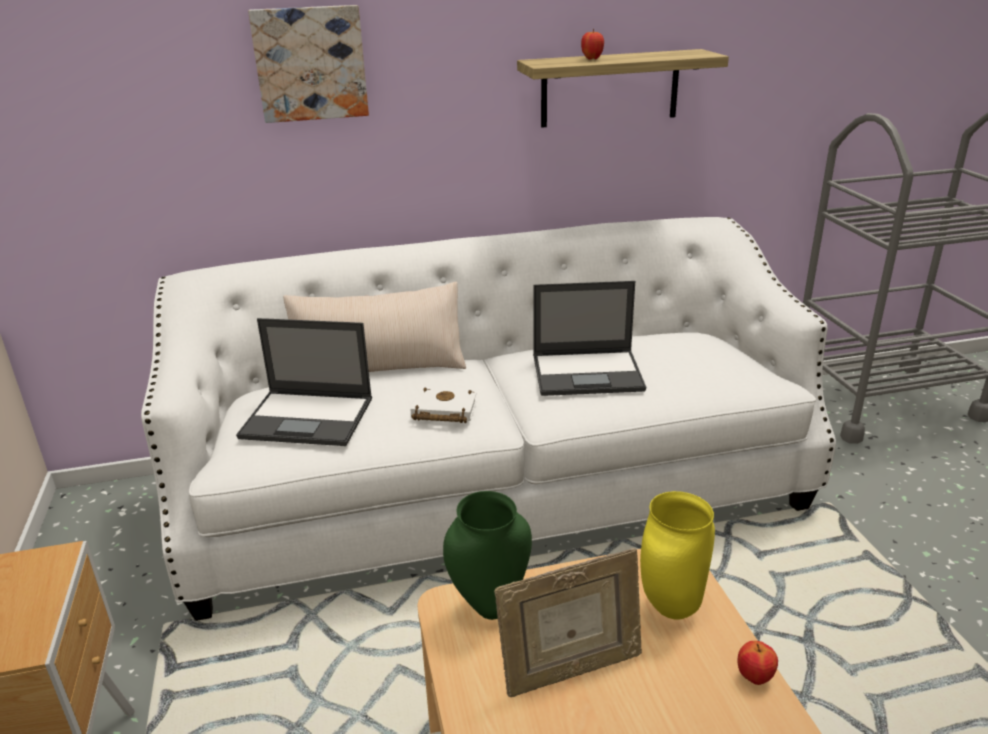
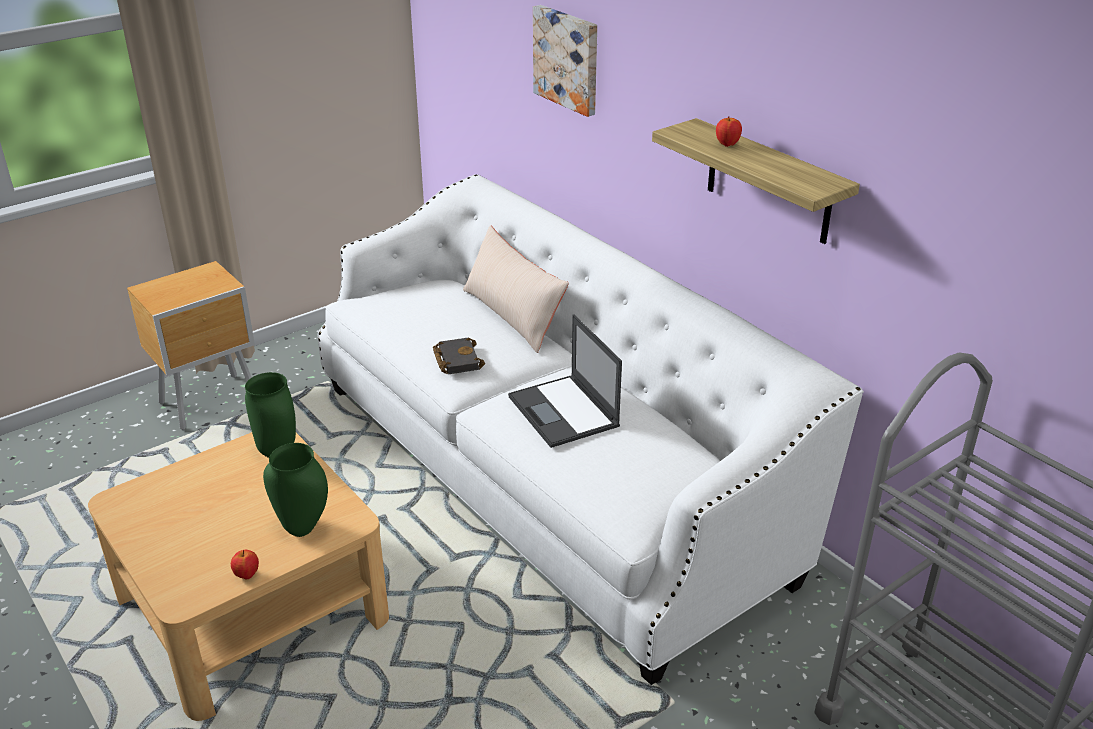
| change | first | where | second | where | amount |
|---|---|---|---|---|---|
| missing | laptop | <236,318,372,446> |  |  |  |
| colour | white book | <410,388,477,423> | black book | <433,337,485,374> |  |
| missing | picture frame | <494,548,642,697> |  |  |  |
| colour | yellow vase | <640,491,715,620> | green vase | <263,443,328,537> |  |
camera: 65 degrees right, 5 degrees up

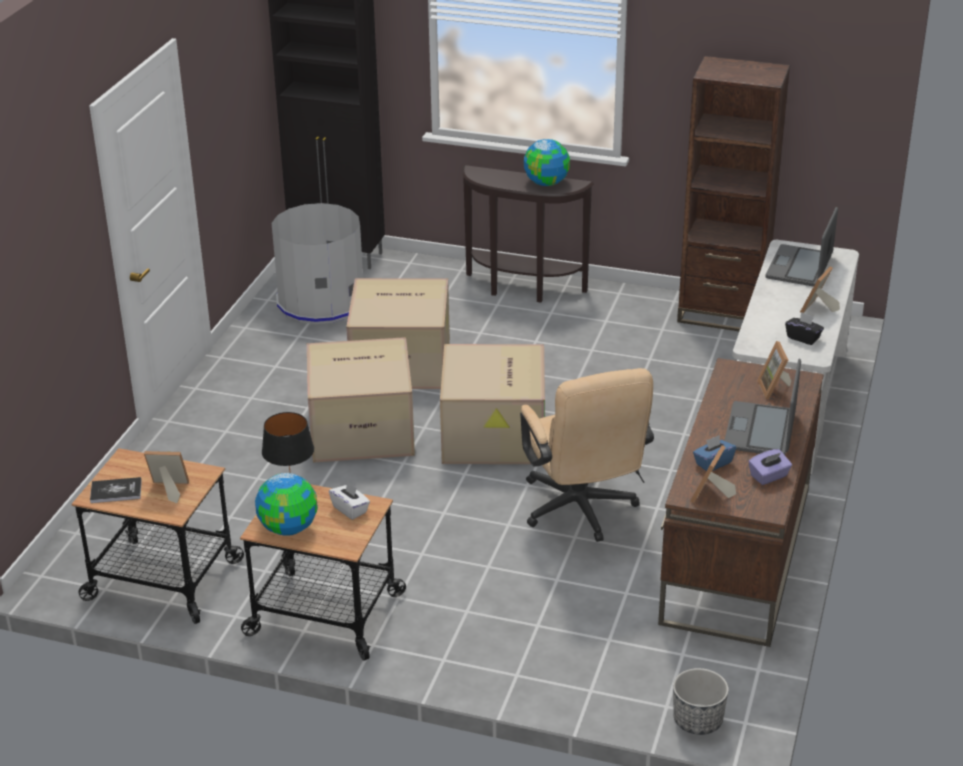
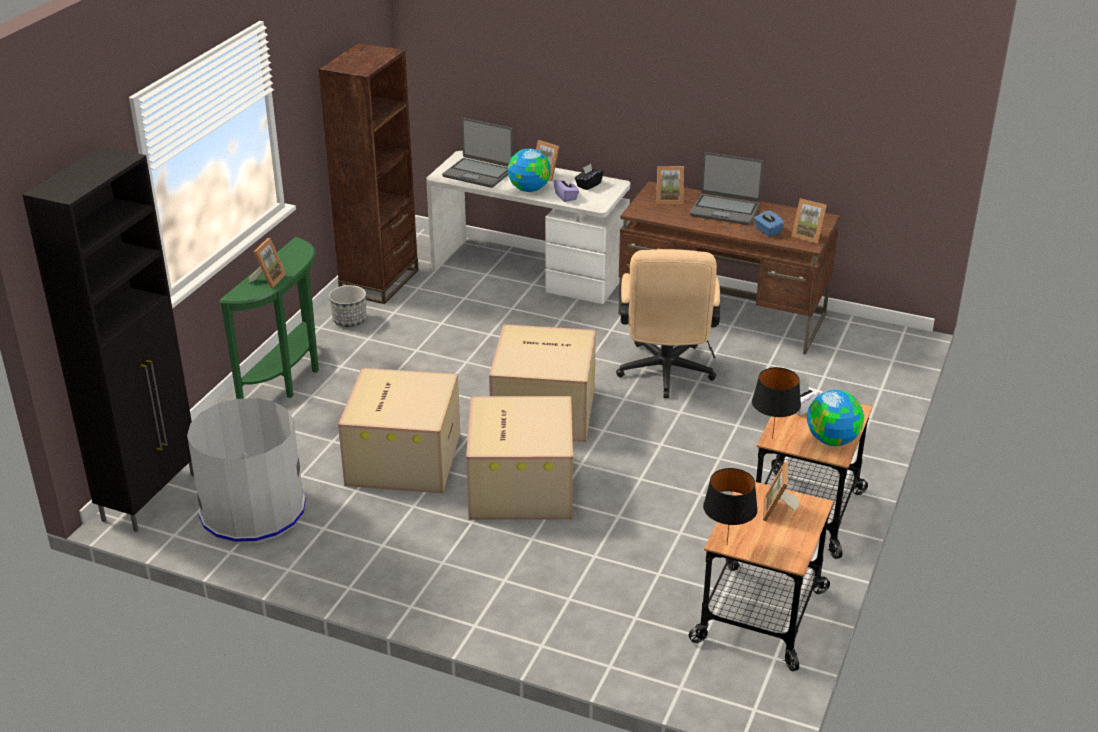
| change | first | where | second | where | amount |
|---|---|---|---|---|---|
| missing | book | <90,477,142,503> |  |  |  |
| colour | brown console table | <462,165,594,302> | green console table | <219,237,319,399> |  |
| spun | beige office chair | <520,368,654,542> |  | <616,249,720,398> | 105 degrees clockwise |
| relocated | globe | <524,139,570,186> |  | <508,149,550,192> |  |
| relocated | planter | <673,668,729,735> |  | <329,285,366,327> |  |
| relocated | purple tissue box | <748,449,792,485> |  | <553,176,579,202> |  |
| appeared |  |  | picture frame | <248,238,286,288> |  |
| appeared |  |  | black table lamp | <703,468,758,544> |  |
camera: 85 degrees left, 0 degrees up

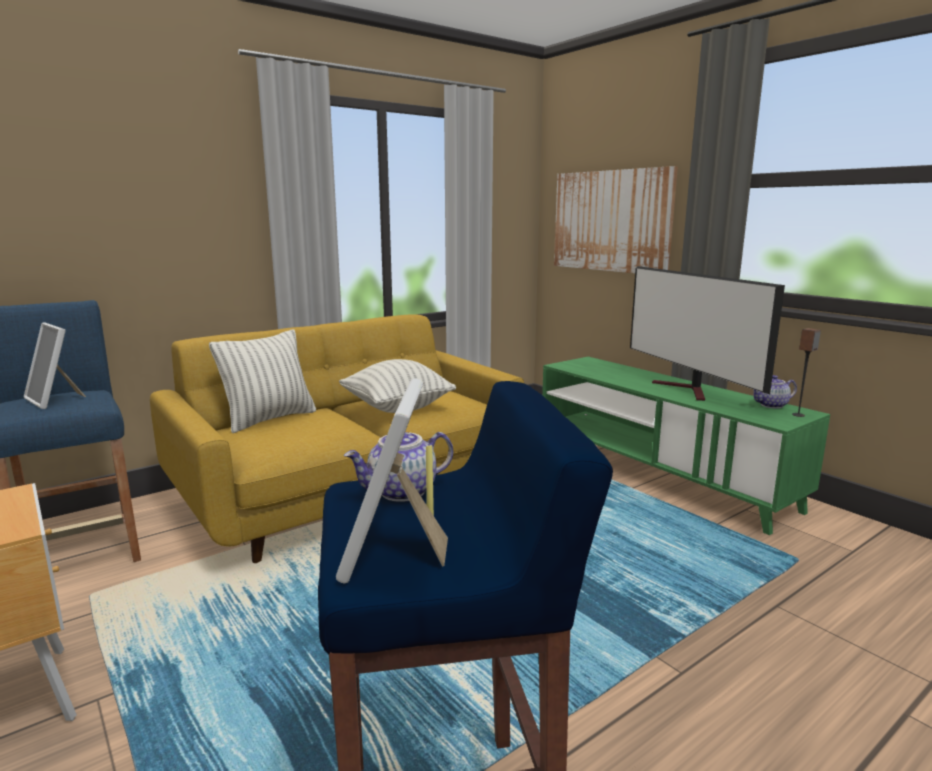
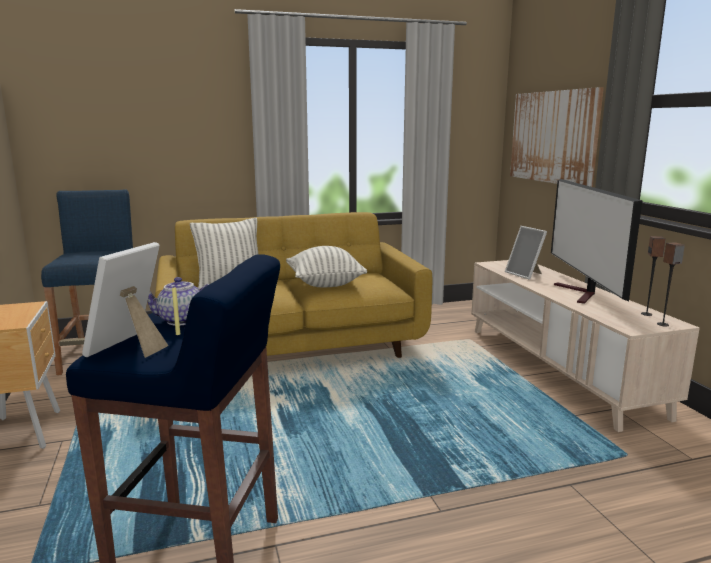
| change | first | where | second | where | amount |
|---|---|---|---|---|---|
| relocated | picture frame | <24,322,86,409> |  | <505,226,547,280> |  |
| colour | green tv stand | <542,357,830,535> | beige tv stand | <471,260,700,432> |  |
| exchanged | teapot | <753,375,797,409> | speaker | <641,236,666,316> |  |
camera: 20 degrees right, 0 degrees up

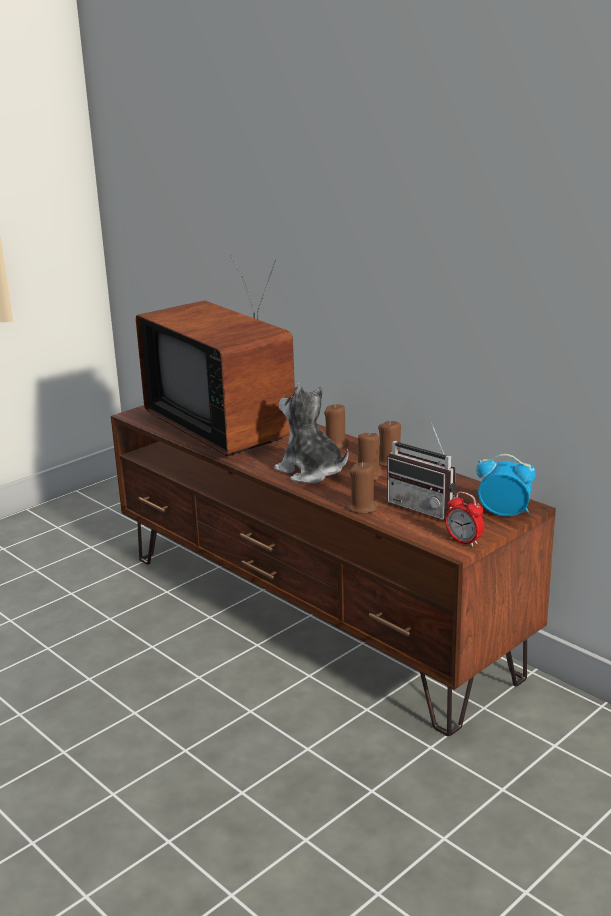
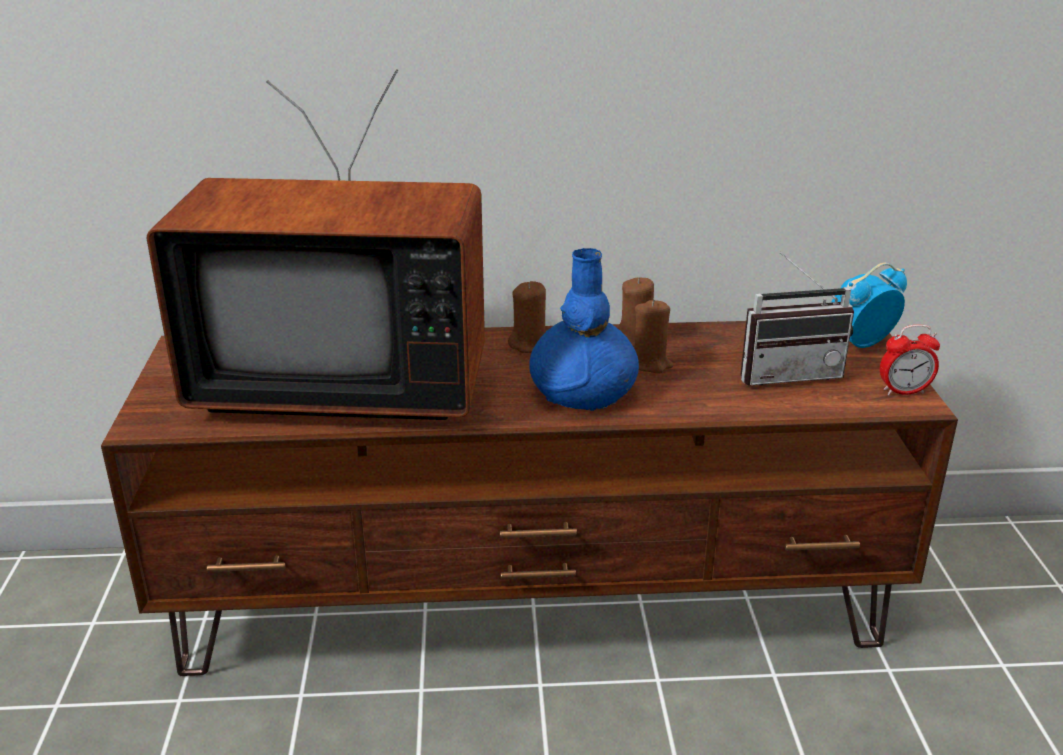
| change | first | where | second | where | amount |
|---|---|---|---|---|---|
| exchanged | plush toy | <274,383,349,484> | blue vase | <529,248,639,411> |  |
| missing | brown candle | <348,462,379,514> |  |  |  |
camera: 50 degrees left, 5 degrees up

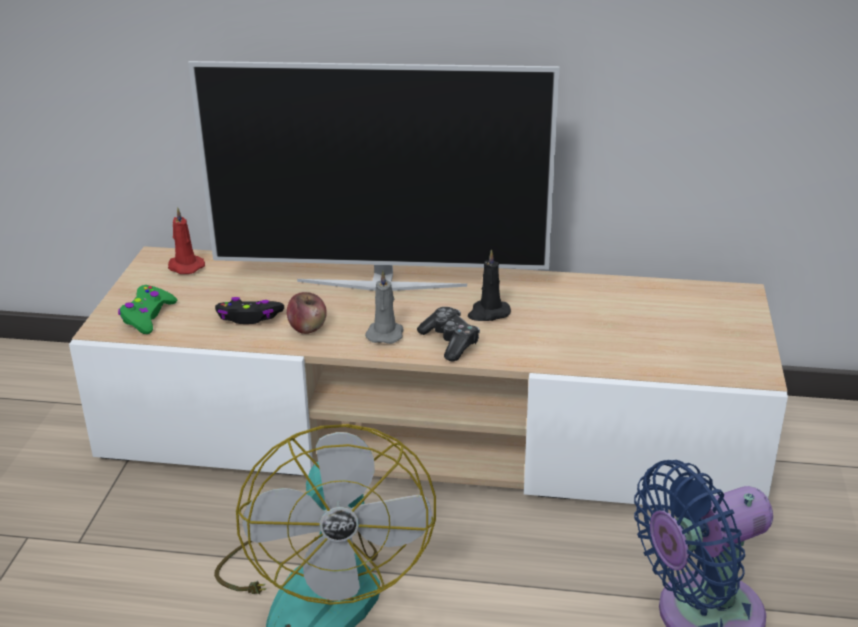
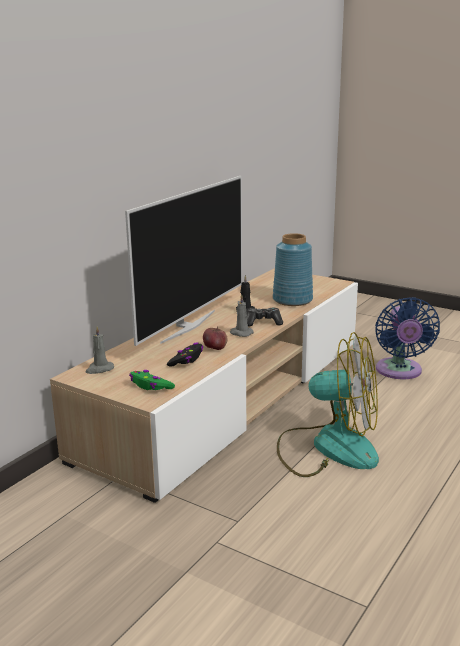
| change | first | where | second | where | amount |
|---|---|---|---|---|---|
| colour | red candle | <168,207,205,274> | grey candle | <86,327,114,374> |  |
| appeared |  |  | blue vase | <273,233,313,306> |  |
camera: 65 degrees left, 10 degrees down

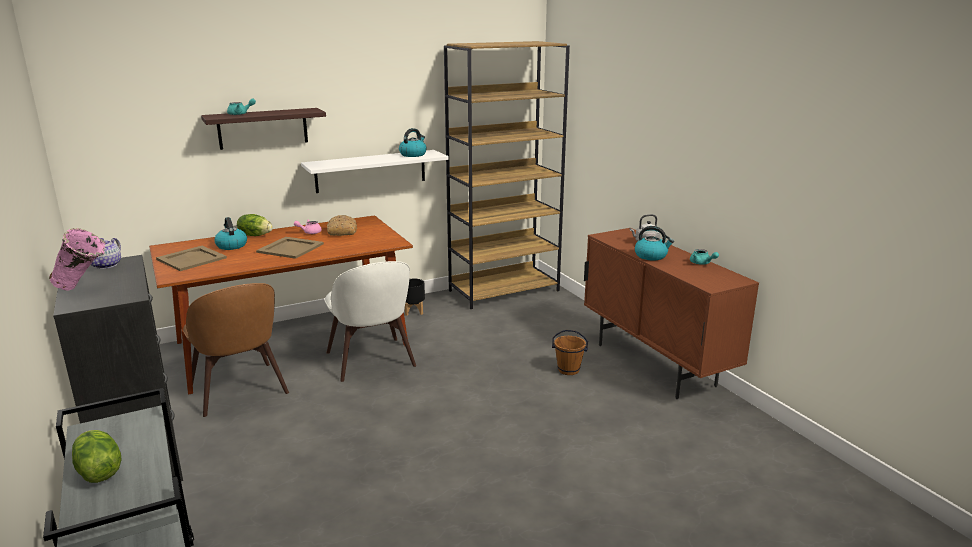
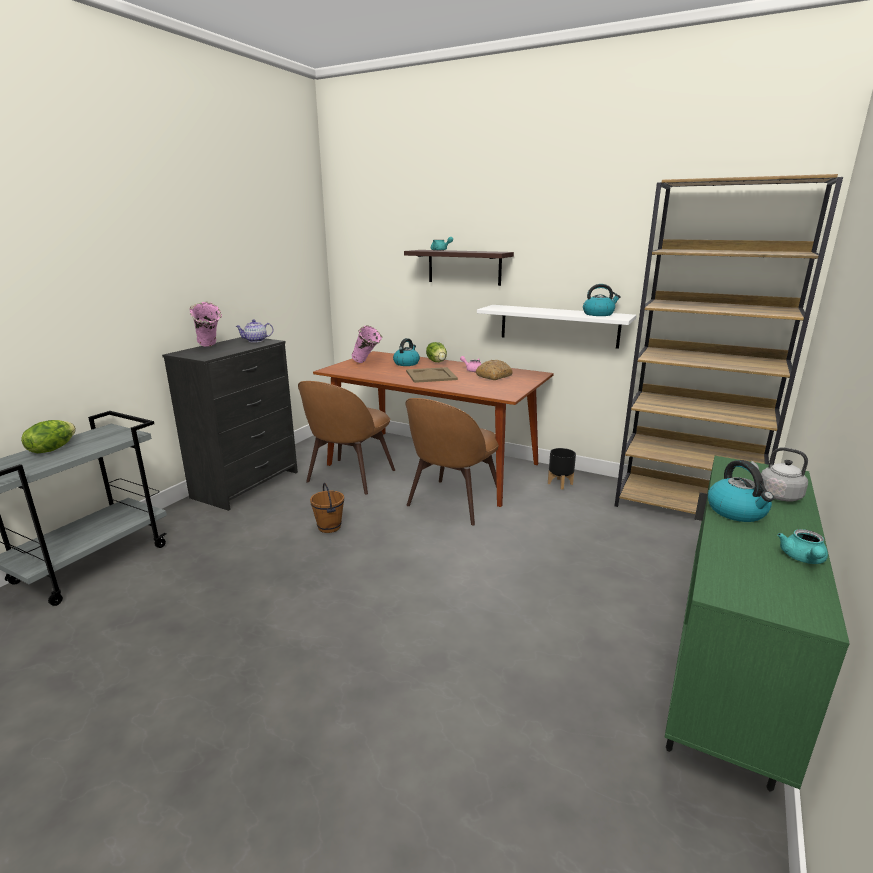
| change | first | where | second | where | amount |
|---|---|---|---|---|---|
| exchanged | beige tray | <156,246,227,271> | pink vase | <352,325,383,363> |  |
| colour | white chair | <324,261,416,382> | brown chair | <405,398,499,526> |  |
| relocated | brown bucket | <552,330,588,375> |  | <310,483,344,533> |  |
| colour | brown cabinet | <584,228,759,399> | green cabinet | <665,456,850,792> |  |
camera: 55 degrees right, 0 degrees up

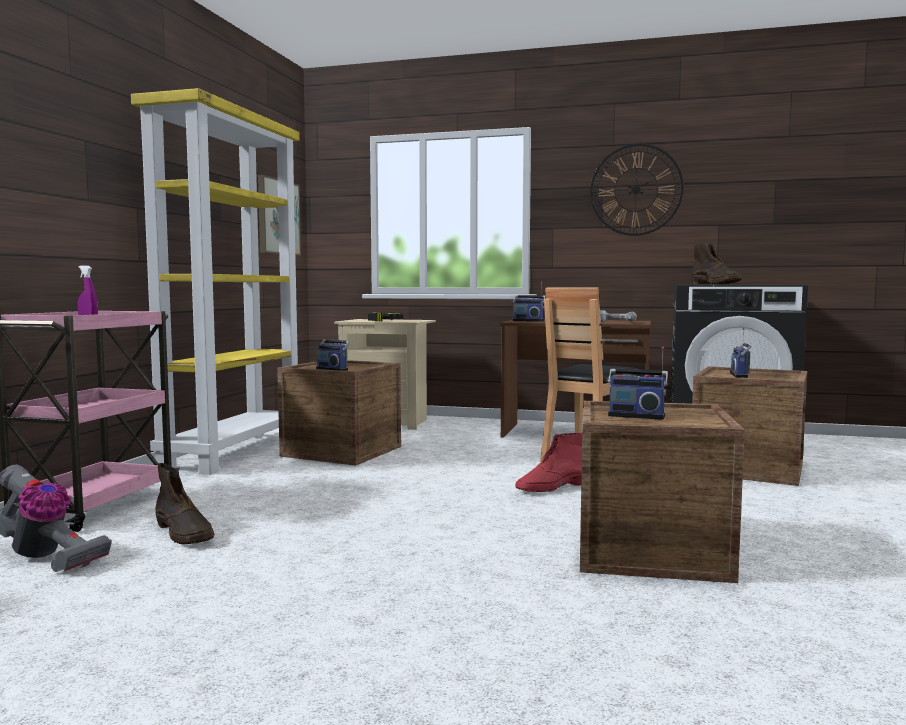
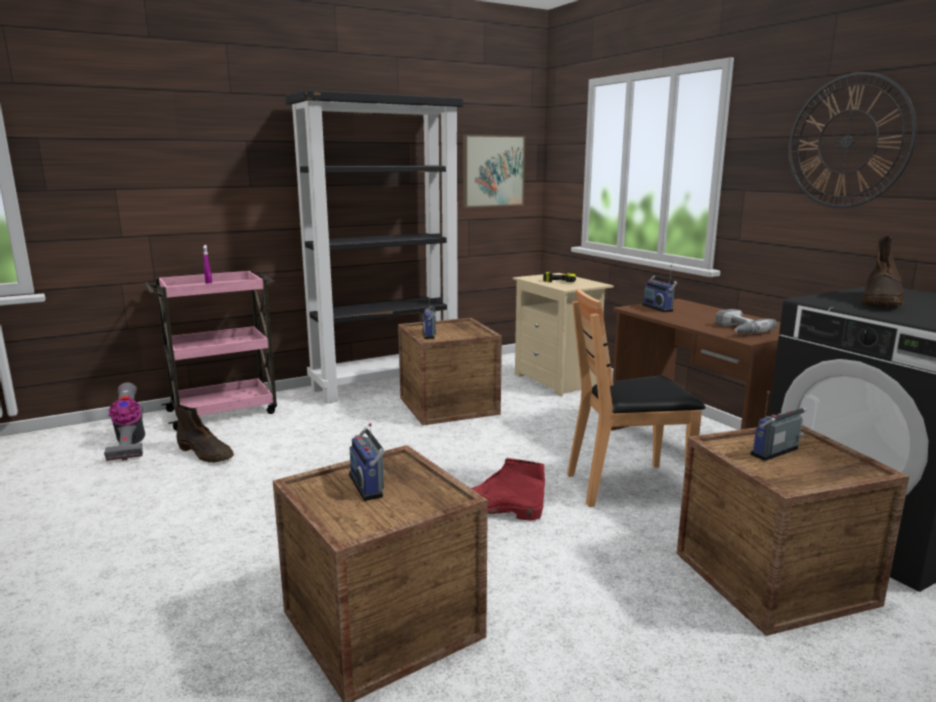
| change | first | where | second | where | amount |
|---|---|---|---|---|---|
| colour | yellow bookcase | <131,88,300,475> | black bookcase | <285,90,463,404> |  |
| spun | brown boot | <155,463,214,545> |  | <174,404,234,463> | 60 degrees counterclockwise |
camera: 45 degrees right, 10 degrees up

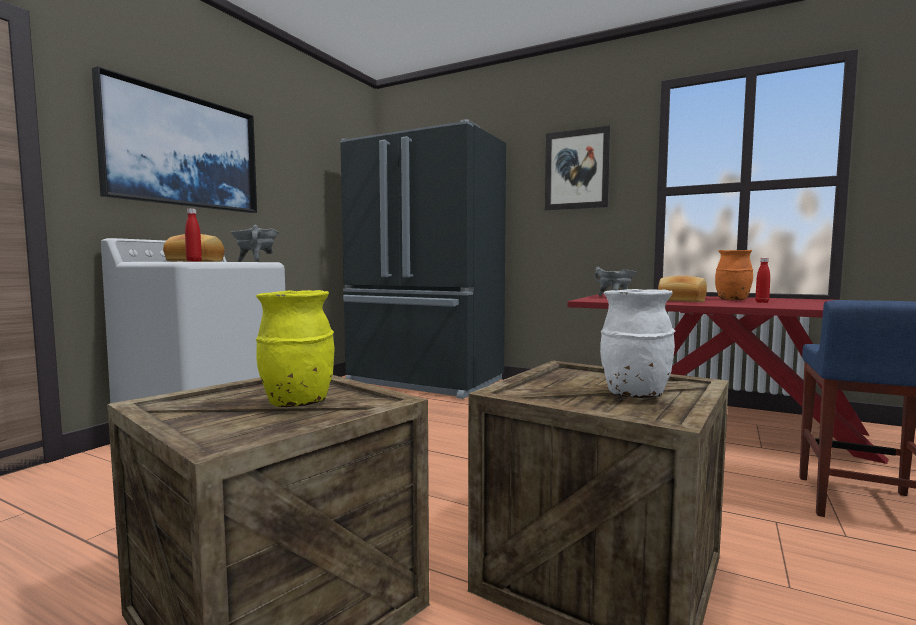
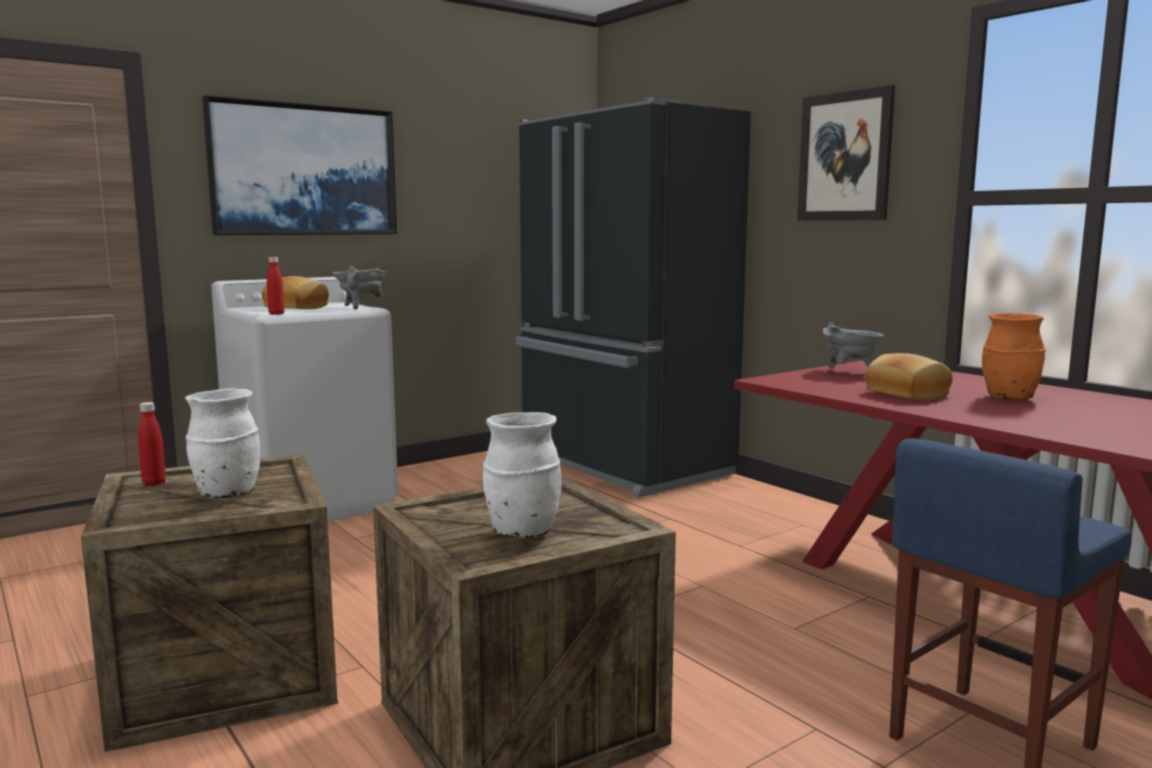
| change | first | where | second | where | amount |
|---|---|---|---|---|---|
| colour | yellow vase | <255,290,334,407> | white vase | <185,388,260,498> |  |
| relocated | red bottle | <755,258,770,303> |  | <138,402,166,486> |  |
camera: 25 degrees right, 5 degrees up

